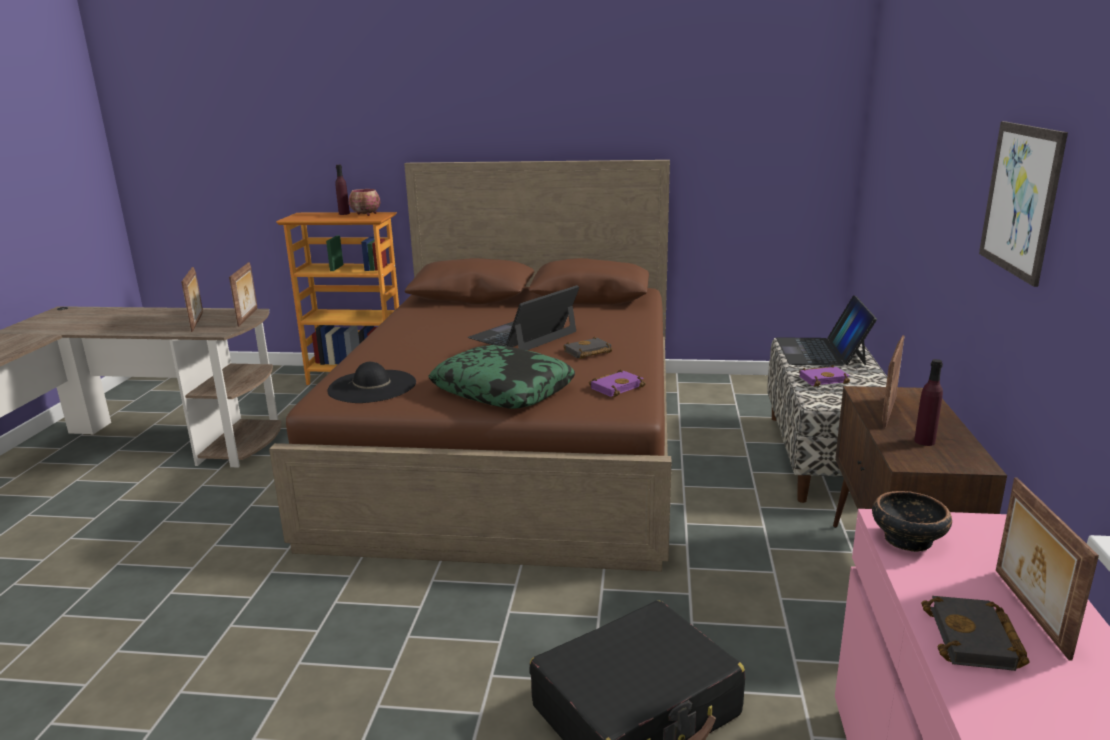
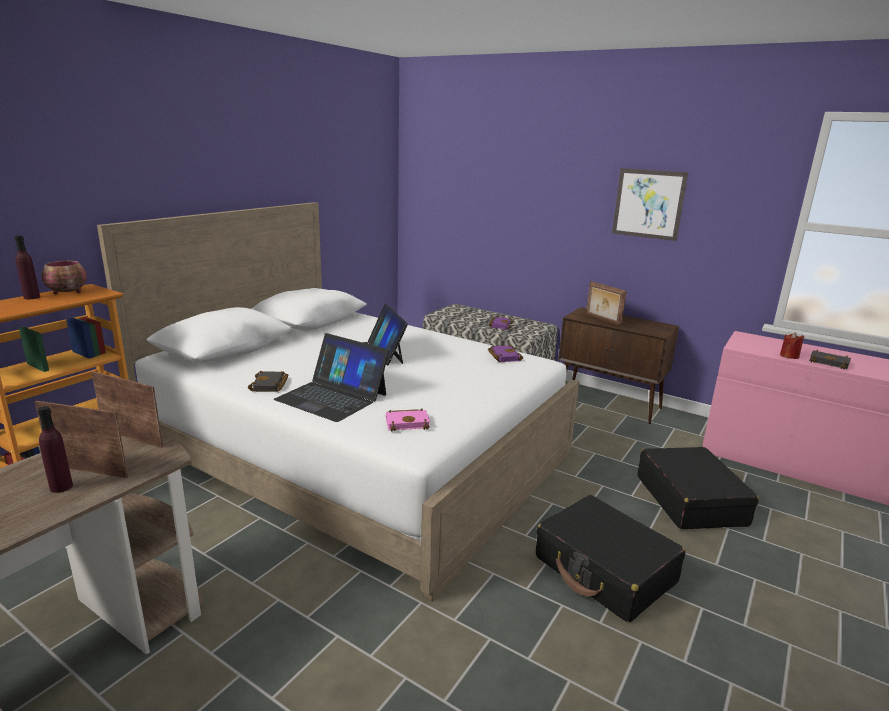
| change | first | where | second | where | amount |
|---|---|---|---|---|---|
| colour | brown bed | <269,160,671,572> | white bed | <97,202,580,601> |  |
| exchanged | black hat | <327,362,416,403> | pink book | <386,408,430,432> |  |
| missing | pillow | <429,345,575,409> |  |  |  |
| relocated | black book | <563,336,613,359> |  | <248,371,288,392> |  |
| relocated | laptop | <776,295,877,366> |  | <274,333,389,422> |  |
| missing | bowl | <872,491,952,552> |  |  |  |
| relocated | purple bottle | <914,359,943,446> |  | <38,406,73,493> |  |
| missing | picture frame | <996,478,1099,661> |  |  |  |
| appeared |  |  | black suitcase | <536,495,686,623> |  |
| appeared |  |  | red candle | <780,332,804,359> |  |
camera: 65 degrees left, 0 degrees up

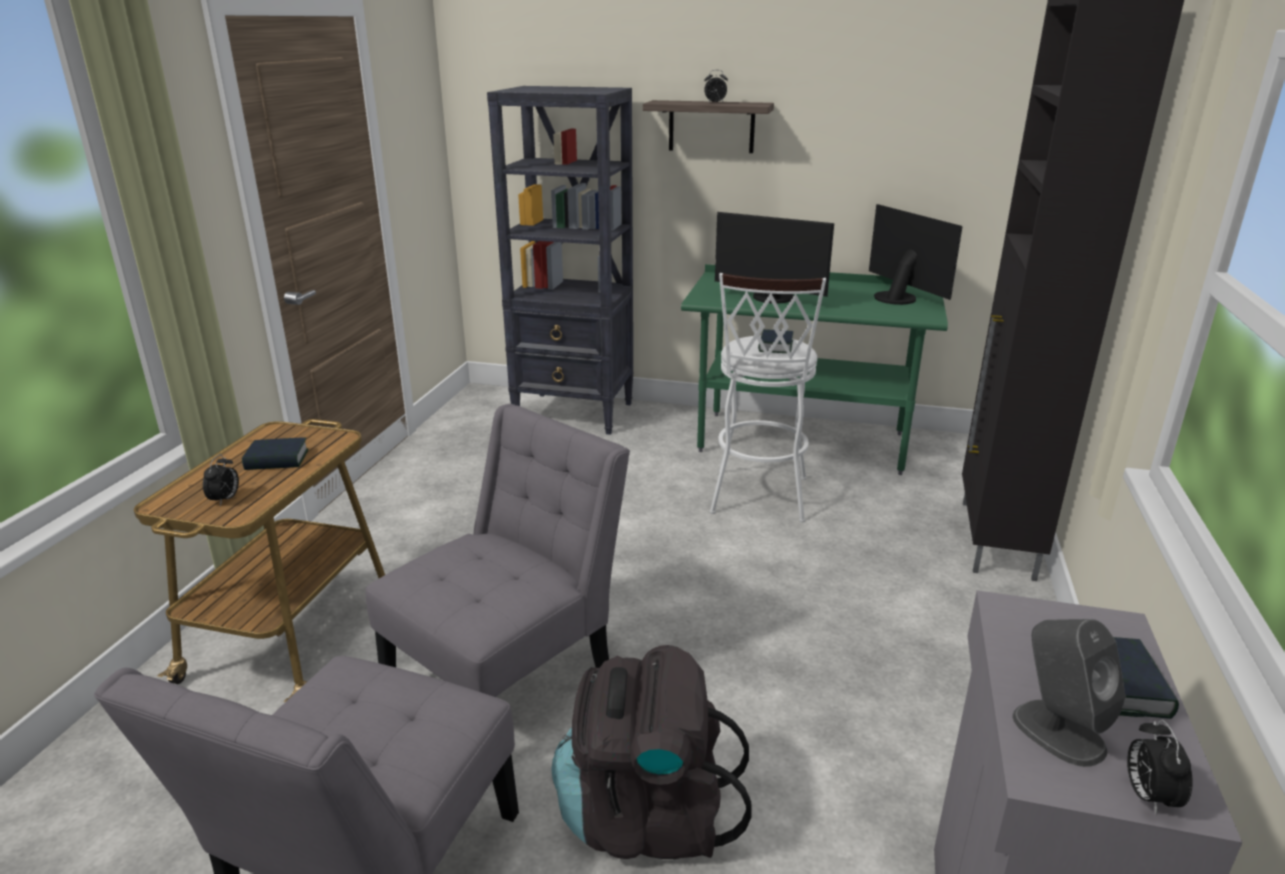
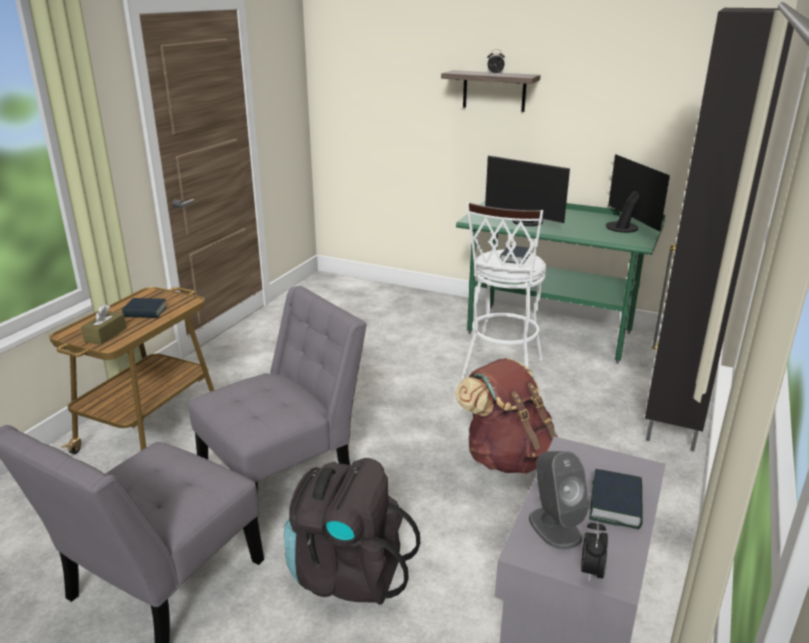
| change | first | where | second | where | amount |
|---|---|---|---|---|---|
| exchanged | alarm clock | <203,454,239,506> | brown tissue box | <81,305,127,345> |  |
| missing | black bookcase | <487,86,633,435> |  |  |  |
| appeared |  |  | brown backpack | <455,358,558,474> |  |
camera: 10 degrees right, 0 degrees up

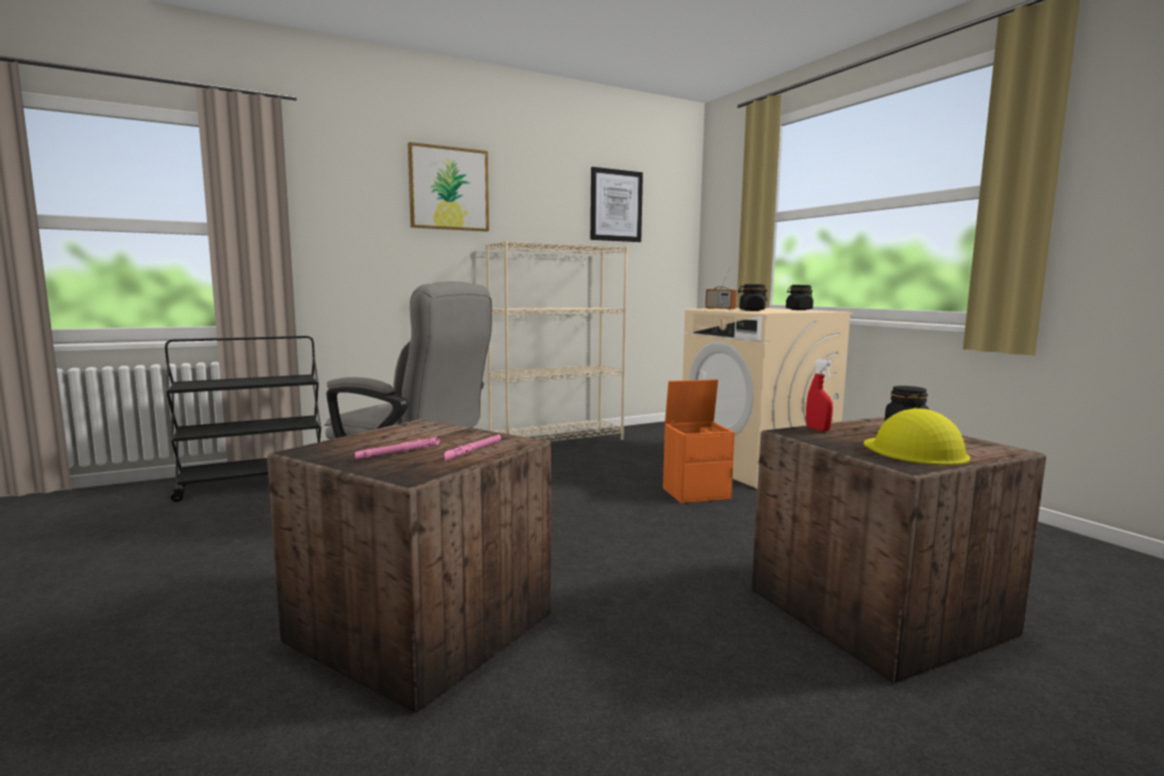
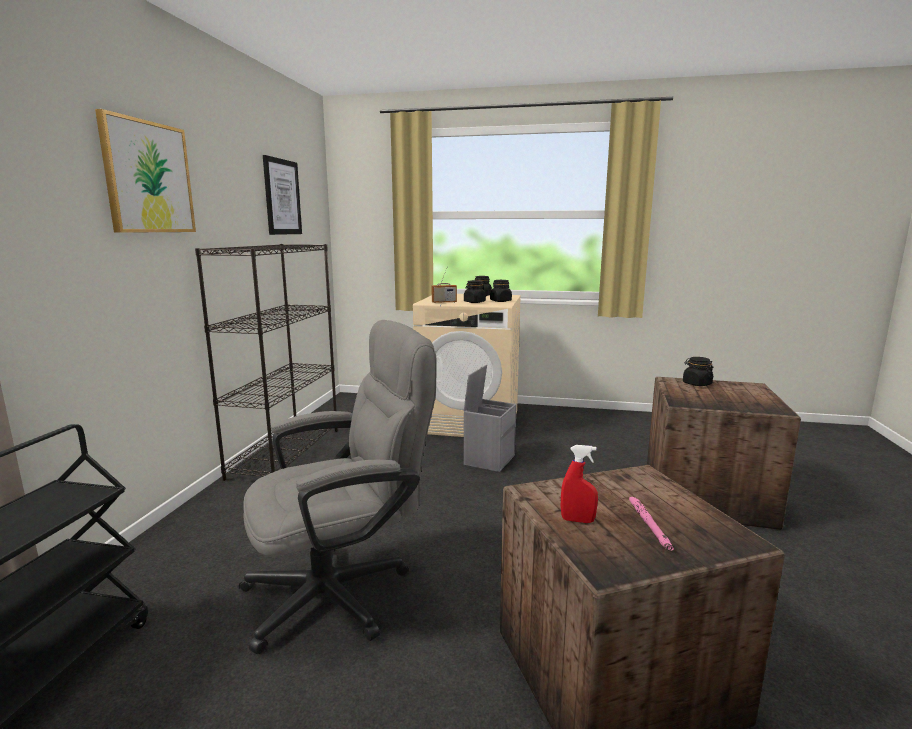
| change | first | where | second | where | amount |
|---|---|---|---|---|---|
| missing | pink flashlight | <444,434,502,461> |  |  |  |
| colour | beige bookcase | <485,241,628,442> | black bookcase | <195,244,338,481> |  |
| colour | orange storage box | <663,379,735,503> | grey storage box | <464,365,517,472> |  |
| relocated | red spray bottle | <806,359,833,431> |  | <561,445,598,523> |  |
| missing | yellow hard hat | <864,408,970,465> |  |  |  |
| appeared |  |  | black jar | <490,280,512,302> |  |
camera: 50 degrees left, 5 degrees up

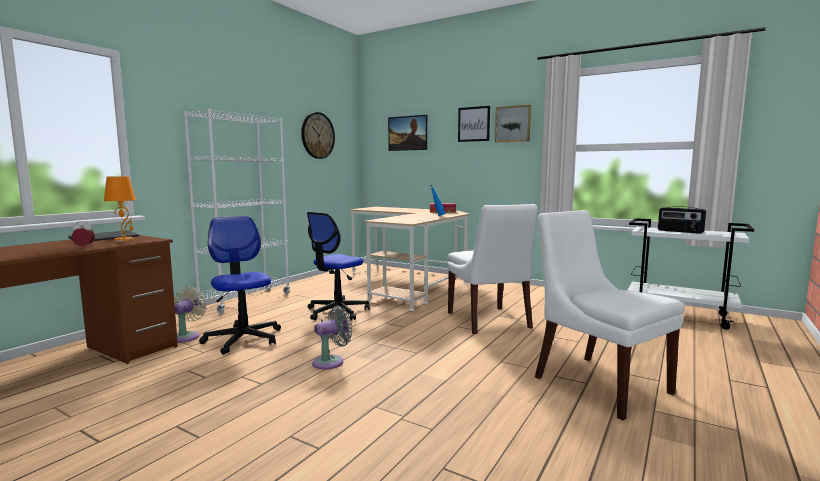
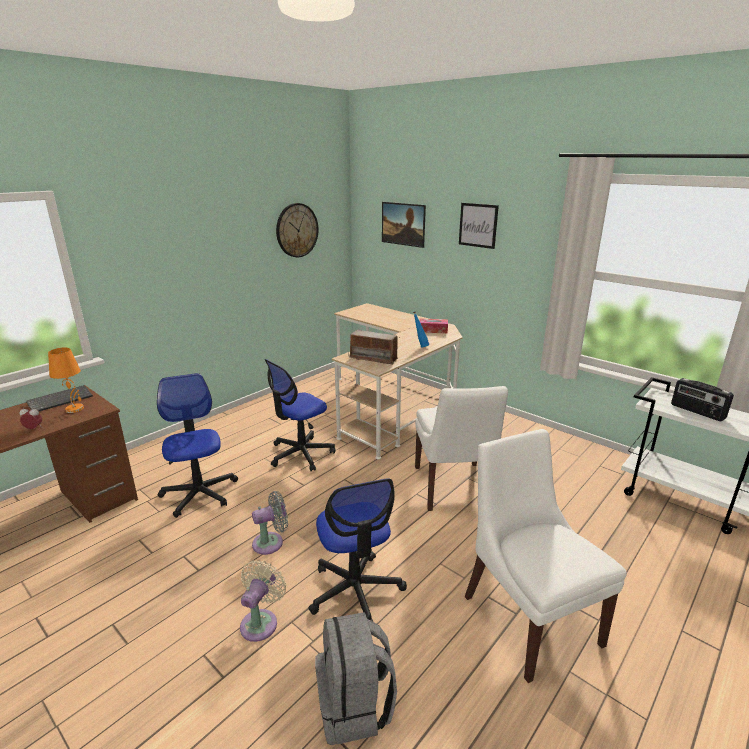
| change | first | where | second | where | amount |
|---|---|---|---|---|---|
| relocated | beige fan | <174,287,207,343> |  | <240,560,286,642> |  |
| missing | white bookcase | <184,108,290,315> |  |  |  |
| missing | picture | <495,105,531,143> |  |  |  |
| appeared |  |  | office chair | <308,478,407,622> |  |
| appeared |  |  | grey backpack | <315,612,397,745> |  |
| appeared |  |  | radio | <348,330,398,365> |  |
camera: 10 degrees right, 15 degrees up

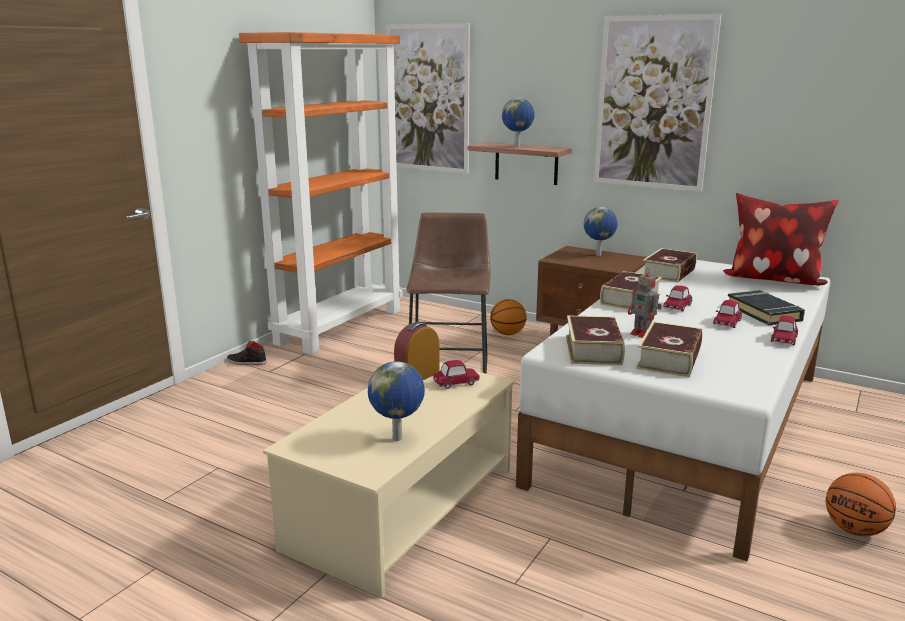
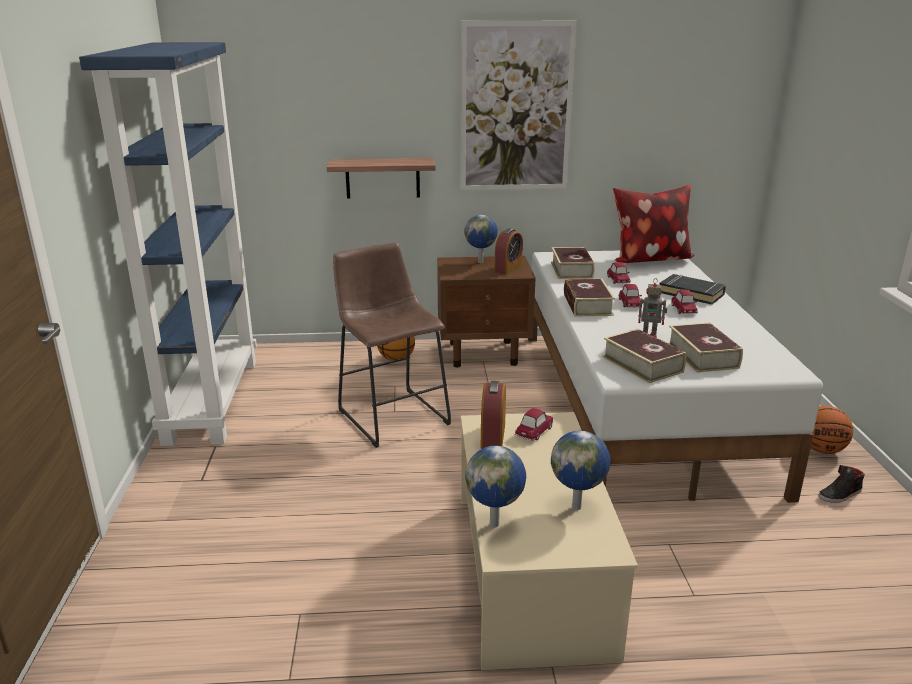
| change | first | where | second | where | amount |
|---|---|---|---|---|---|
| relocated | black shoe | <227,341,267,365> |  | <818,465,865,503> |  |
| colour | orange bookcase | <239,32,403,354> | blue bookcase | <79,42,257,446> |  |
| missing | picture | <386,23,470,174> |  |  |  |
| relocated | globe | <502,98,535,147> |  | <465,446,526,528> |  |
| relocated | toy car | <771,315,798,346> |  | <607,262,630,284> |  |
| appeared |  |  | alarm clock | <494,228,523,275> |  |
camera: 35 degrees left, 5 degrees up

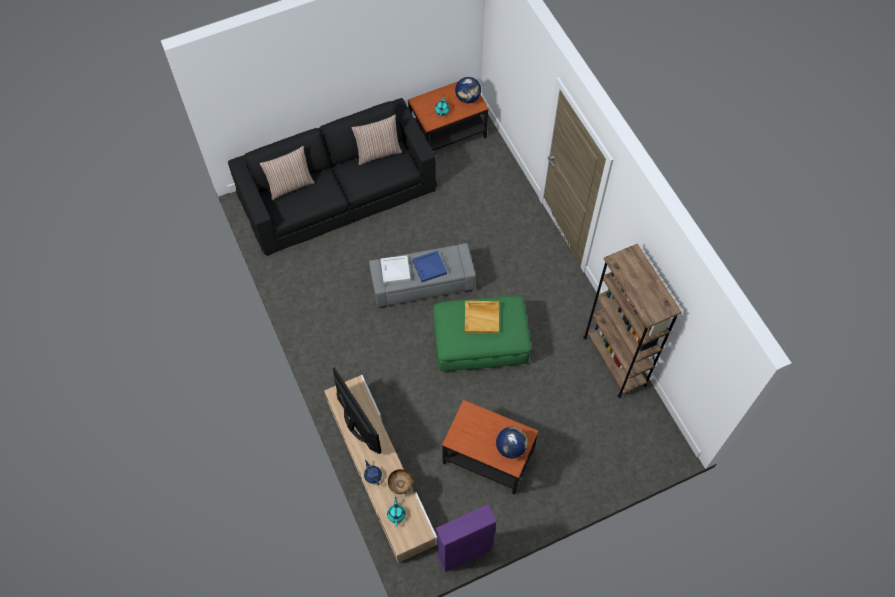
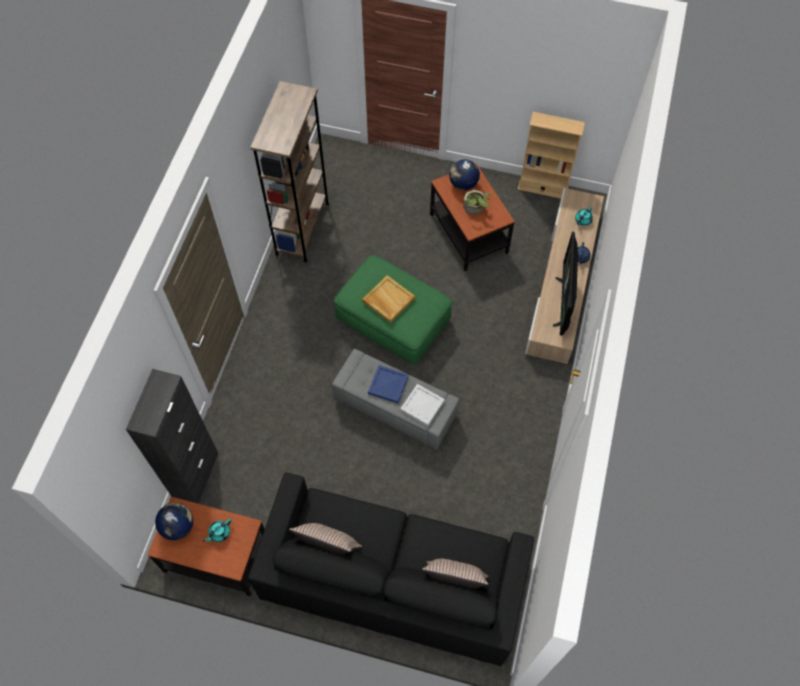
| change | first | where | second | where | amount |
|---|---|---|---|---|---|
| missing | bowl | <388,469,413,494> |  |  |  |
| colour | purple bookcase | <436,504,497,572> | beige bookcase | <518,112,585,199> |  |
| appeared |  |  | black cabinet | <126,369,218,504> |  |
| appeared |  |  | potted plant | <463,190,491,215> |  |
camera: 140 degrees left, 0 degrees up

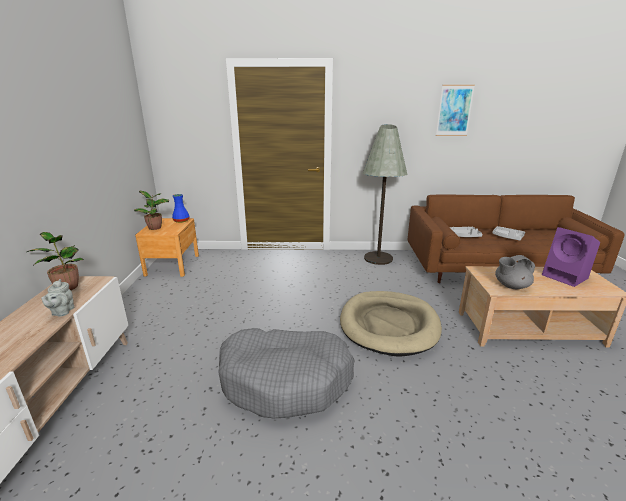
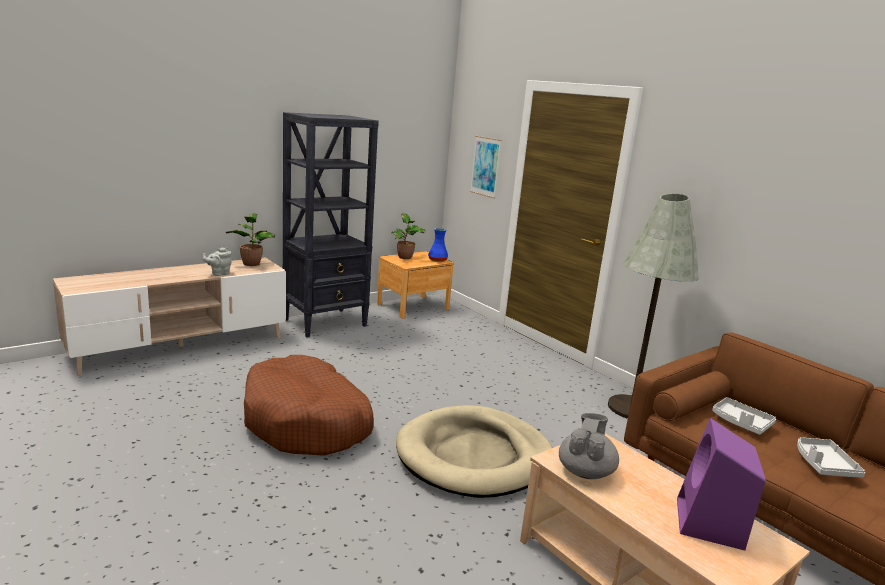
| change | first | where | second | where | amount |
|---|---|---|---|---|---|
| colour | grey dog bed | <218,328,355,418> | brown dog bed | <244,355,374,456> |  |
| relocated | picture | <436,85,475,136> |  | <470,136,502,199> |  |
| spun | grey teapot | <495,255,535,289> |  | <559,413,619,479> | 75 degrees clockwise |
| appeared |  |  | black bookcase | <283,112,379,337> |  |
camera: 50 degrees right, 5 degrees down

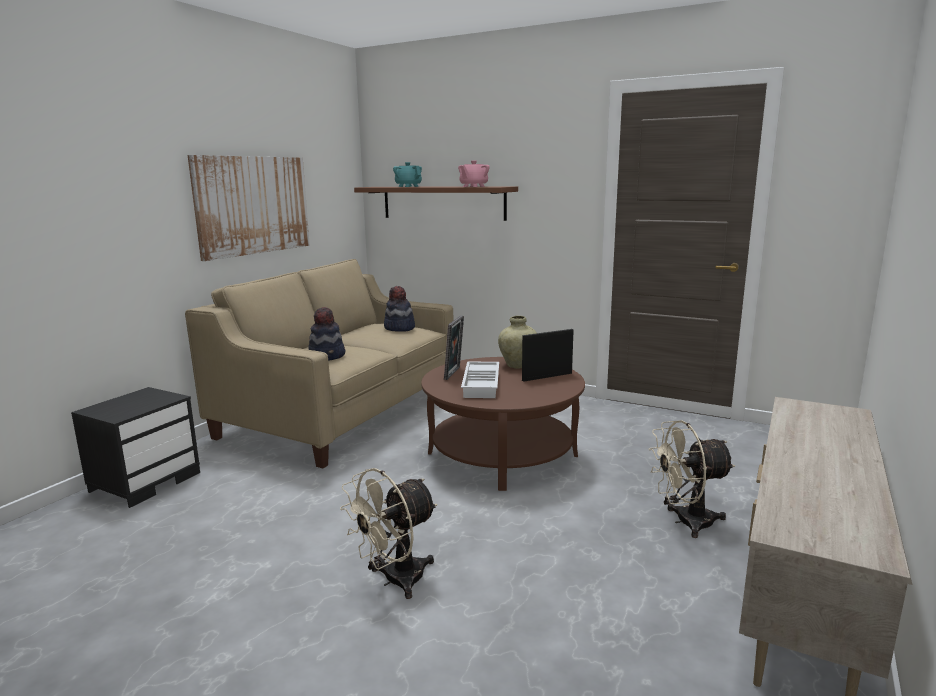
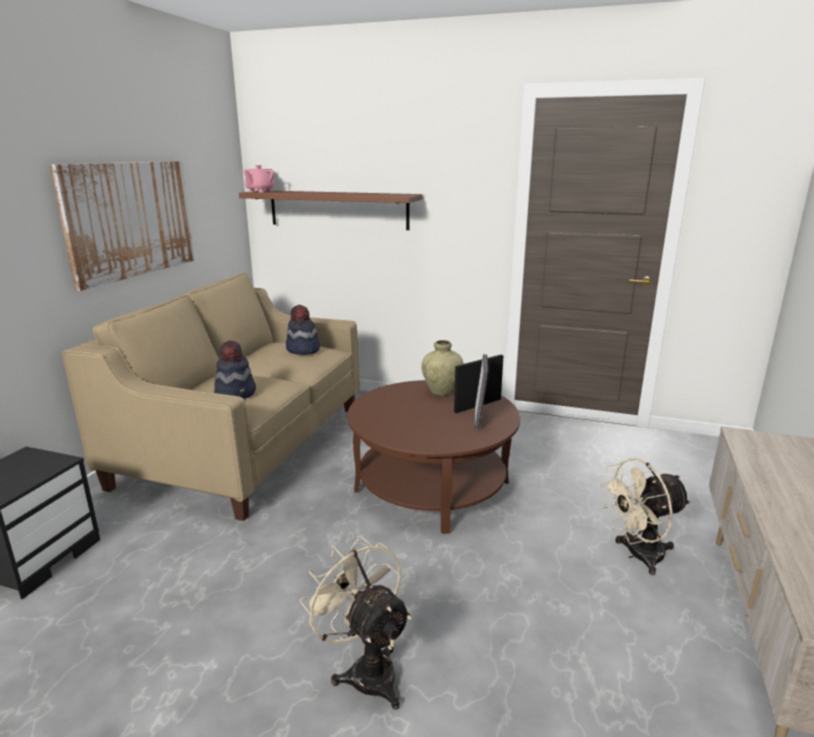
| change | first | where | second | where | amount |
|---|---|---|---|---|---|
| spun | beige fan | <340,468,437,599> |  | <300,535,412,709> | 105 degrees clockwise |
| missing | turquoise teapot | <393,162,422,187> |  |  |  |
| relocated | picture frame | <444,315,464,380> |  | <474,354,488,431> |  |
| relocated | pink teapot | <458,160,489,187> |  | <244,165,275,193> |  |
| missing | white tray | <461,362,499,398> |  |  |  |
camera: 10 degrees left, 5 degrees up

